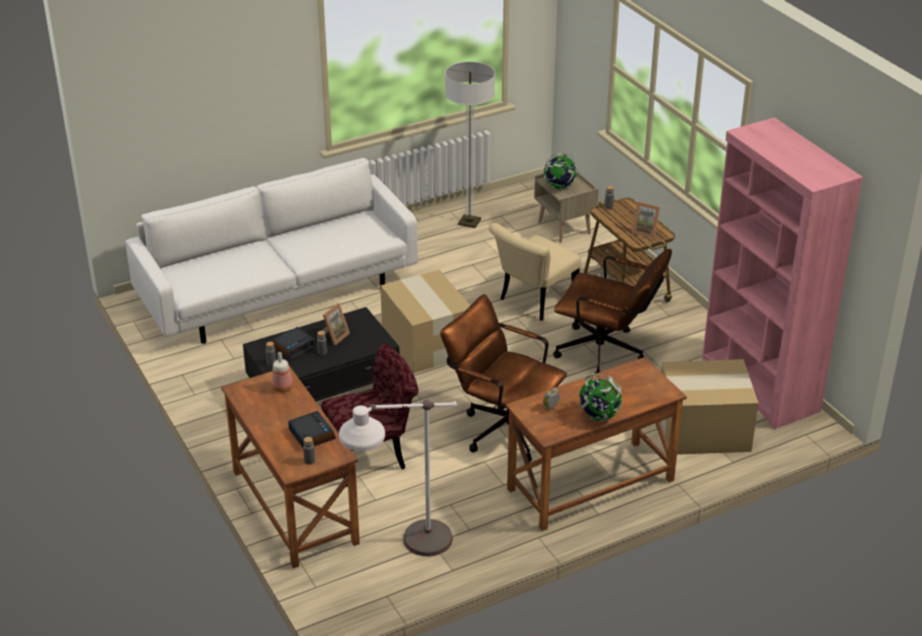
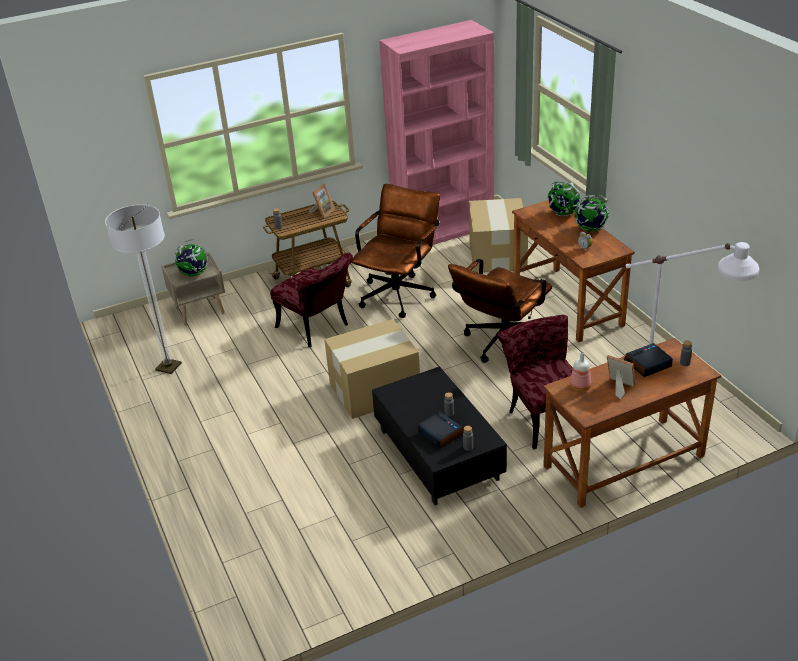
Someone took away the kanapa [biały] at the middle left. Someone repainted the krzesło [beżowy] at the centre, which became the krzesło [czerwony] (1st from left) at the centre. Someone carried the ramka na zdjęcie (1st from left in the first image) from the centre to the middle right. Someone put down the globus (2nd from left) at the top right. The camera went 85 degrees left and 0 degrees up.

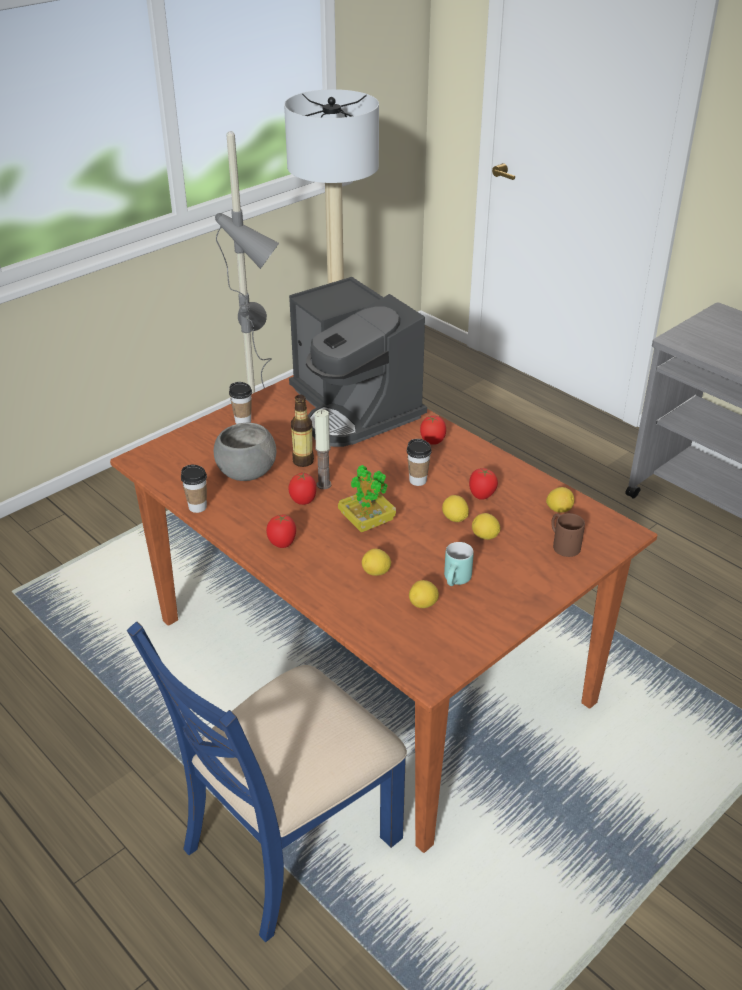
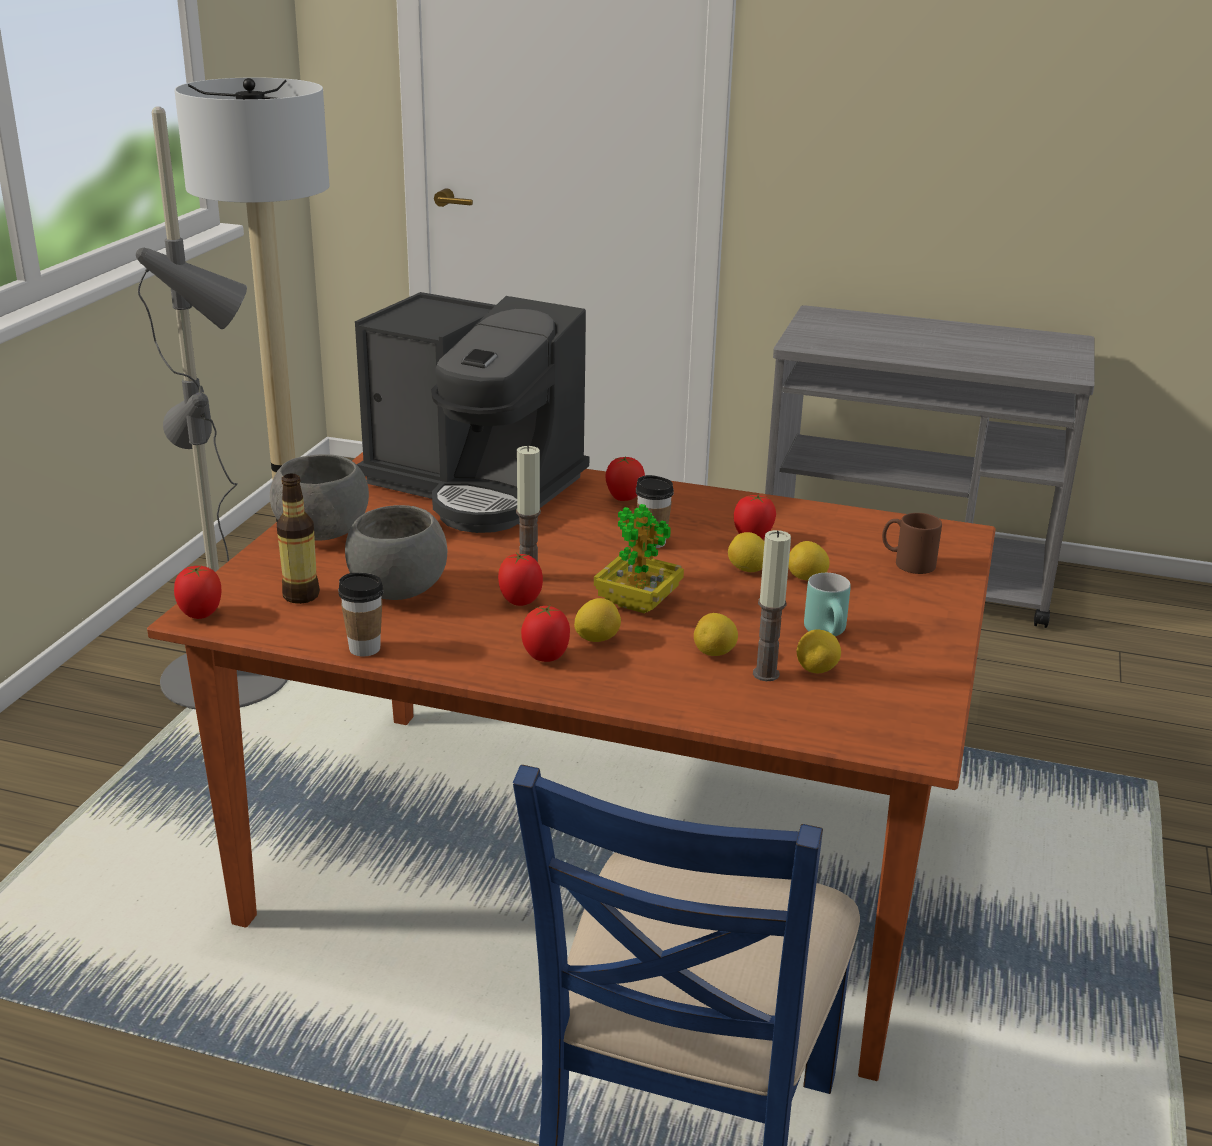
Someone swapped the filiżanka (2nd from left) at the middle left for the miska [szary] (1st from left) at the middle left. Someone carried the butelka from the centre to the middle left. Someone carried the cytryna (5th from left in the first image) from the middle right to the centre. Someone put down the świeca (2nd from left) at the centre. Someone put down the pomidor (1st from left) at the middle left. The camera went 30 degrees left and 10 degrees down.

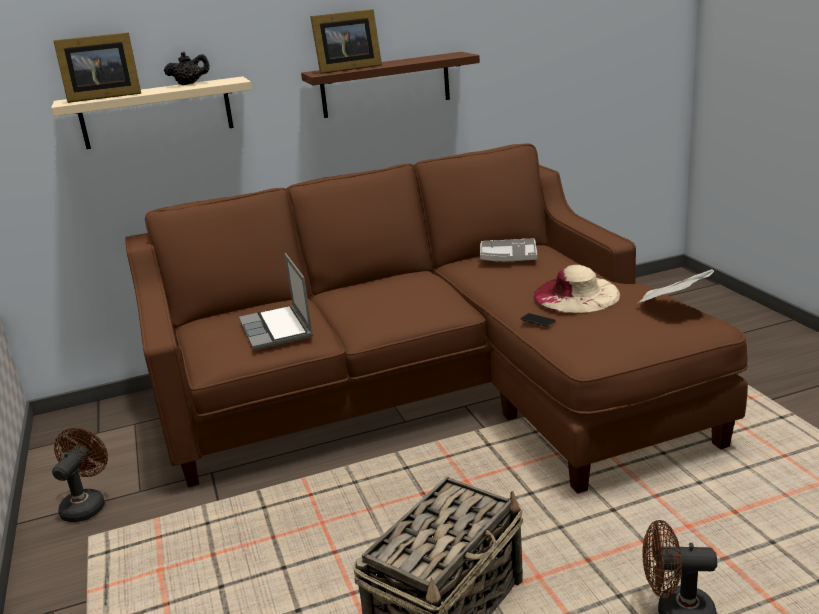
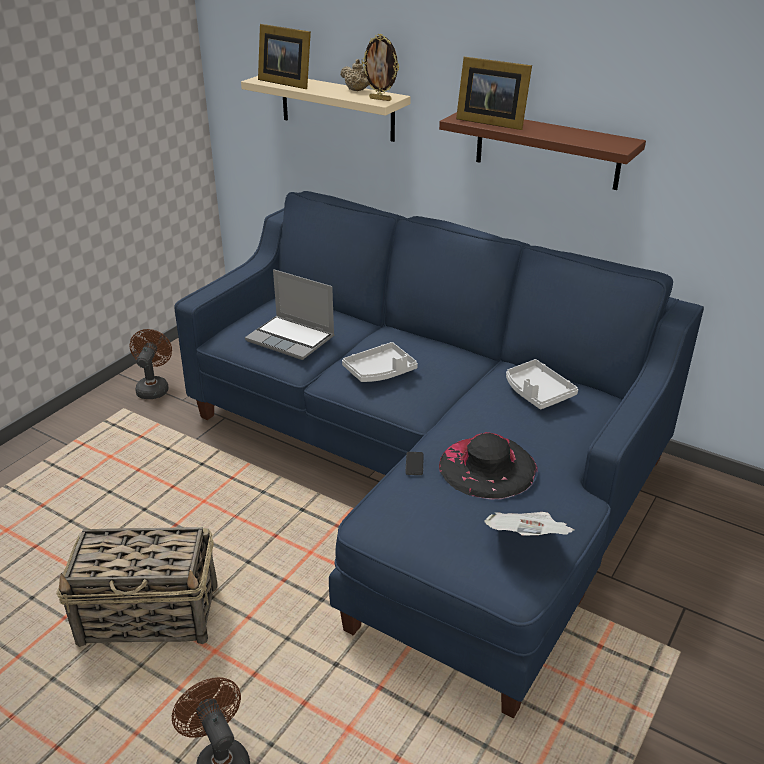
Someone repainted the imbryk [czarny] at the top left, which became the imbryk [beżowy] at the top centre. Someone repainted the kanapa [brązowy] at the centre, which became the kanapa [niebieski] at the centre. Someone rotated the laptop at the centre by 90 degrees counterclockwise. Someone repainted the kapelusz [beżowy] at the middle right, which became the kapelusz [czarny] at the centre. Someone rotated the wentylator [brązowy] (1st from left) at the bottom left by 60 degrees counterclockwise. Someone put down the ramka na zdjęcie (2nd from left) at the top centre. Someone put down the taca [szary] (1st from left) at the centre. The camera went 50 degrees right and 10 degrees up.

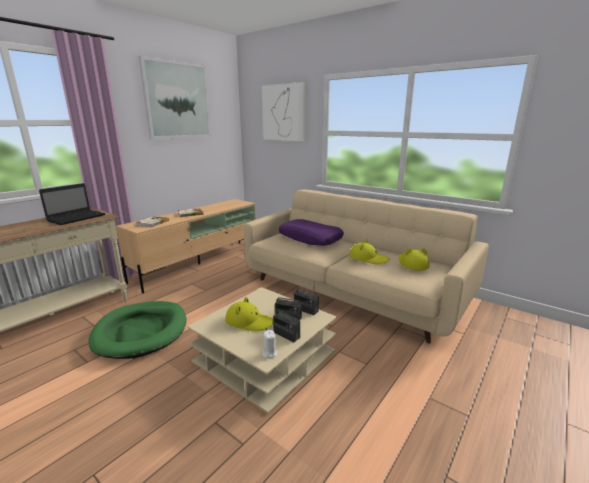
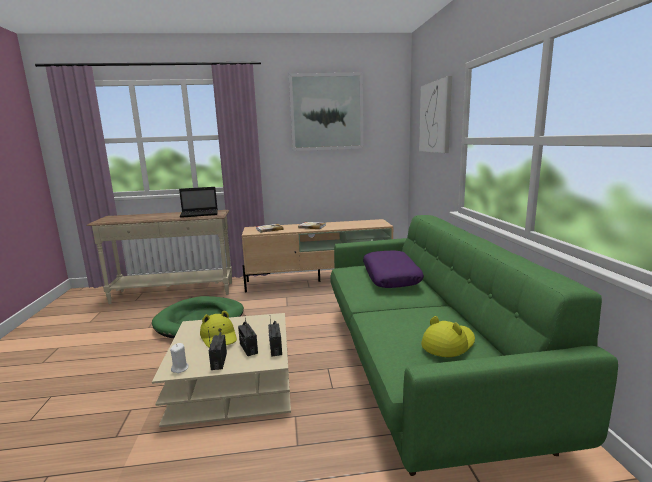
Someone repainted the kanapa [beżowy] at the centre, which became the kanapa [zielony] at the bottom right. Someone took away the kapelusz [żółty] (2nd from left) at the centre. The camera went 45 degrees right and 5 degrees down.

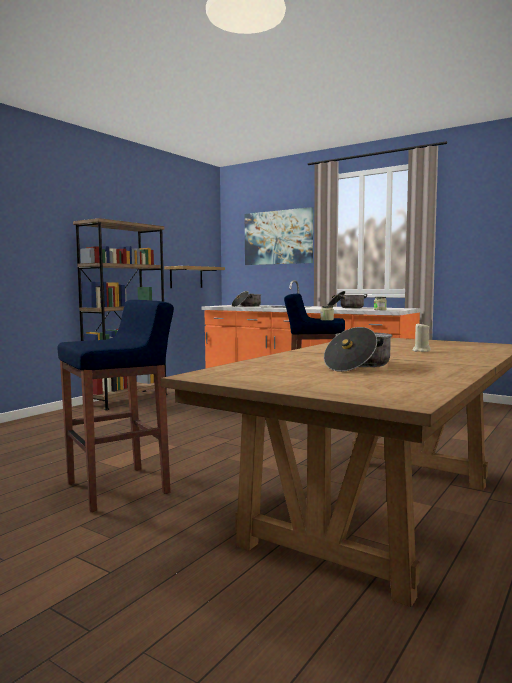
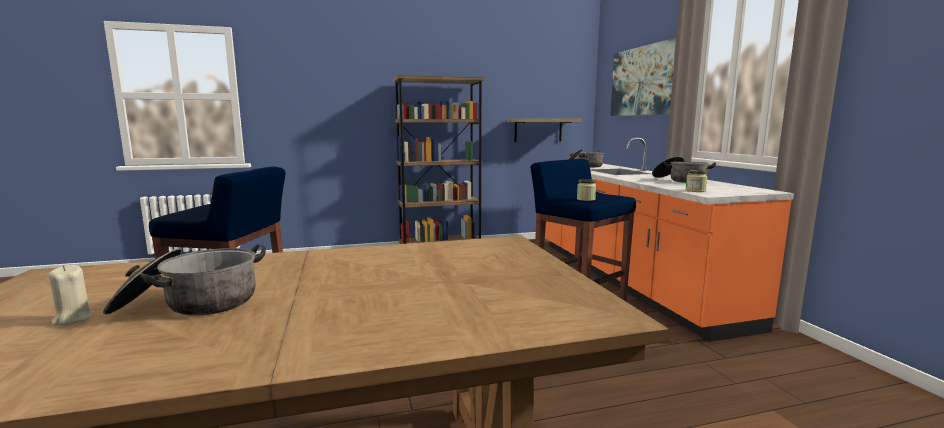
Someone carried the świeca [beżowy] from the middle right to the bottom left. The camera went 40 degrees right and 5 degrees up.

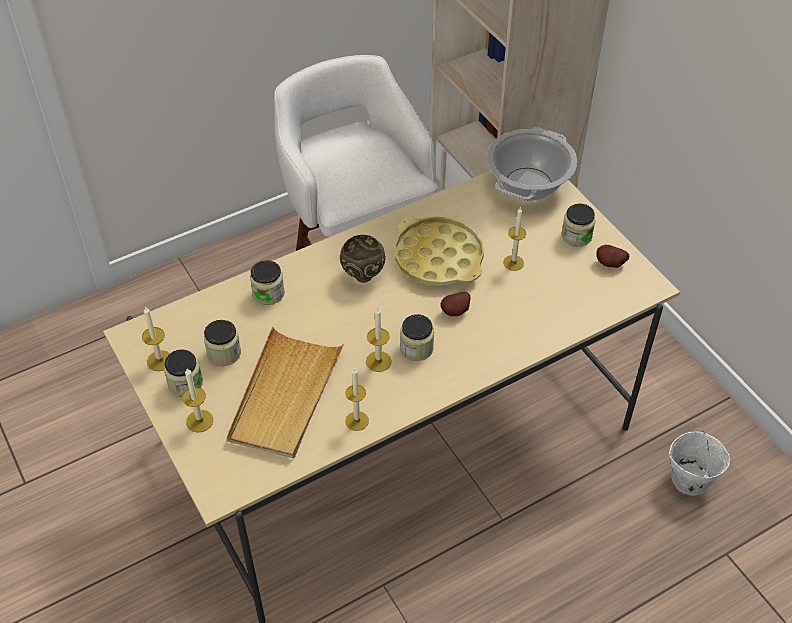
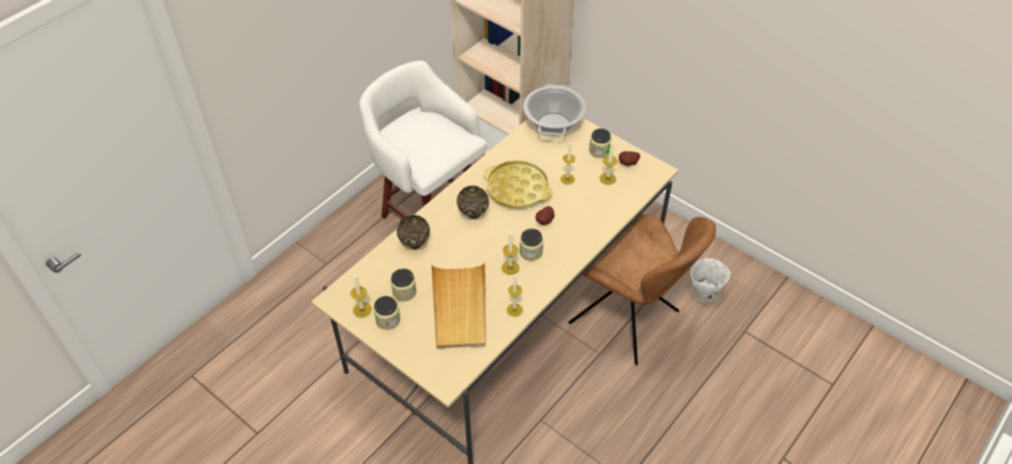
Someone swapped the słoik (3rd from left) at the centre for the miska [brązowy] (1st from left) at the centre. Someone carried the świeca (2nd from left in the first image) from the middle left to the centre. Someone put down the krzesło [brązowy] at the centre. The camera went 20 degrees left and 0 degrees up.

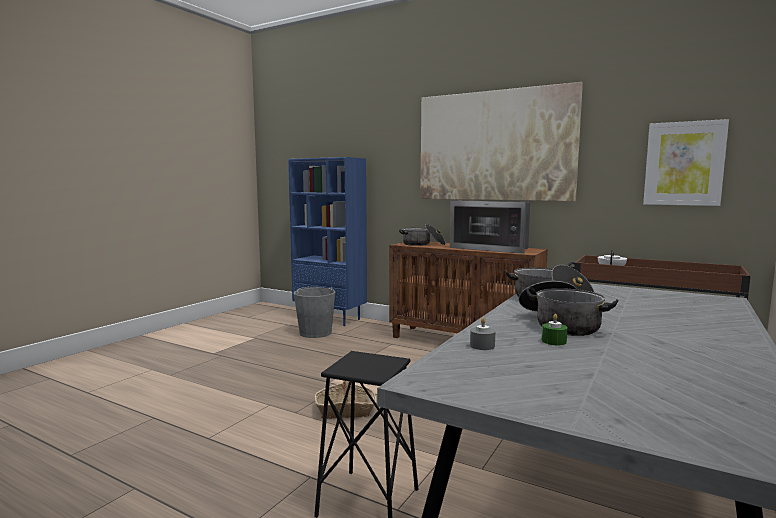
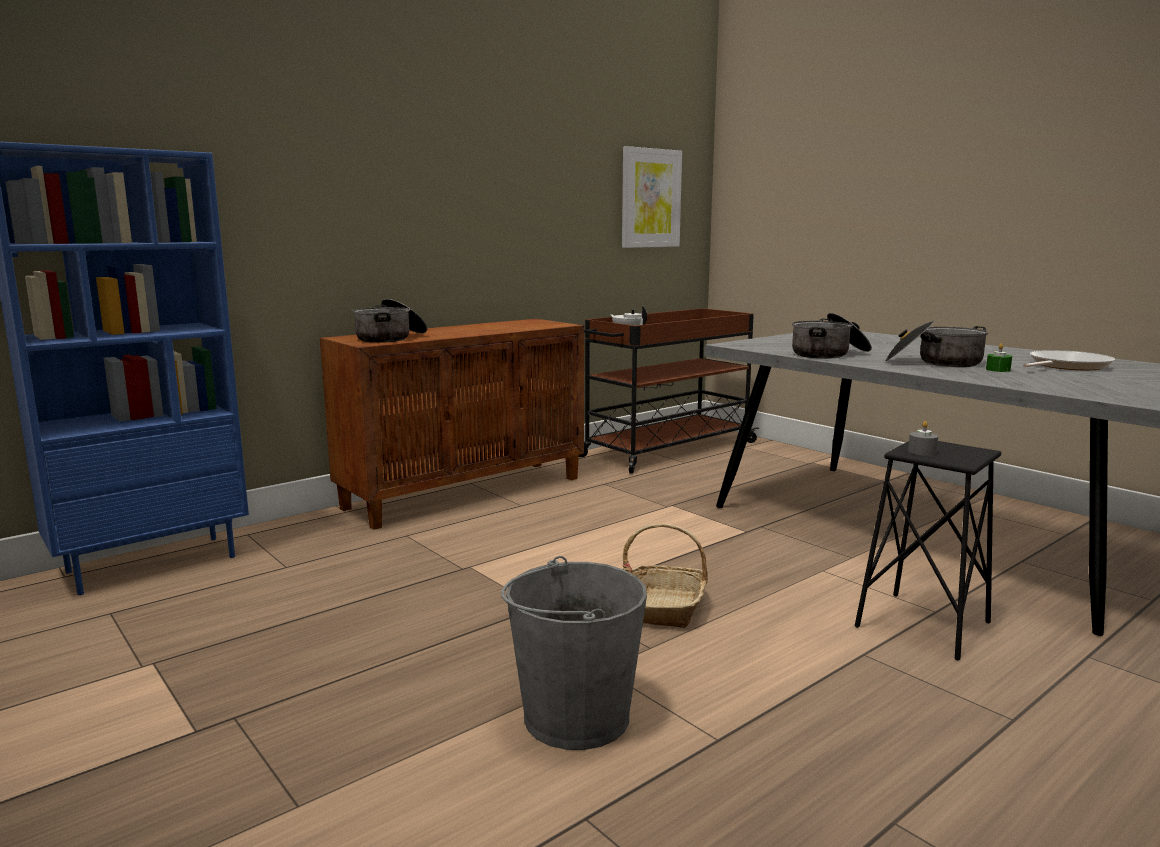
Someone took away the obraz (1st from left) at the top centre. Someone took away the mikrofalówka at the centre. Someone carried the wiadro [szary] from the centre to the bottom centre. Someone carried the świeca [szary] from the centre to the middle right. Someone put down the patelnia at the middle right. The camera went 70 degrees left and 5 degrees up.

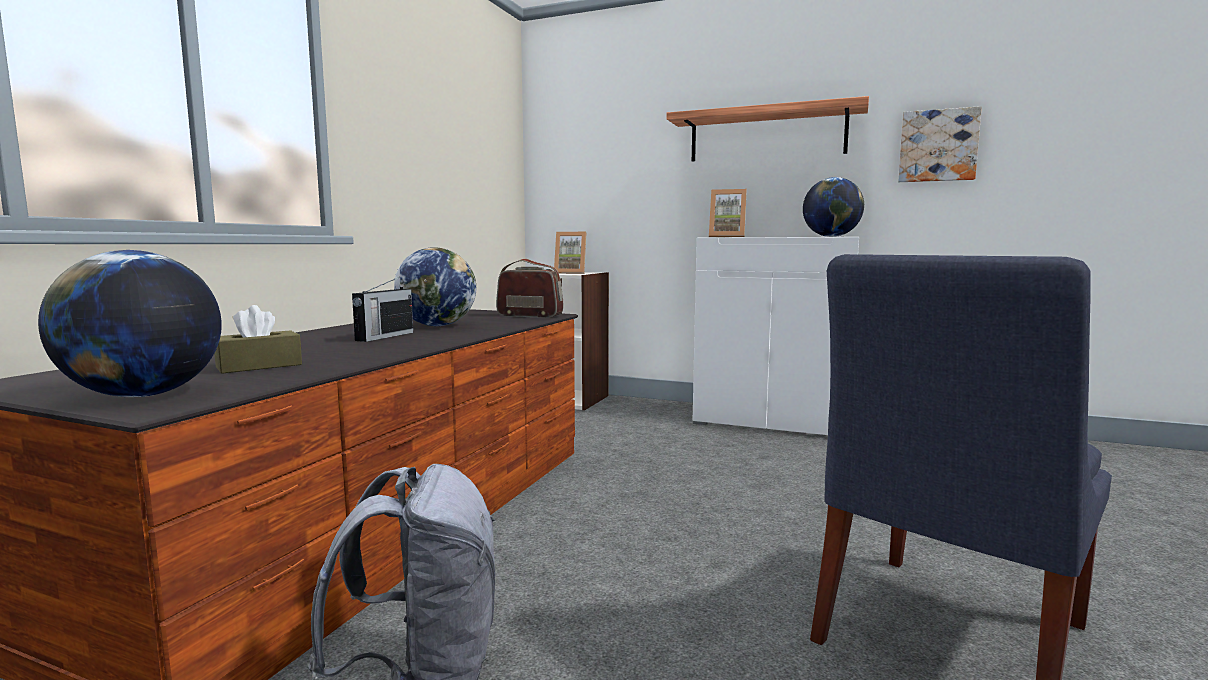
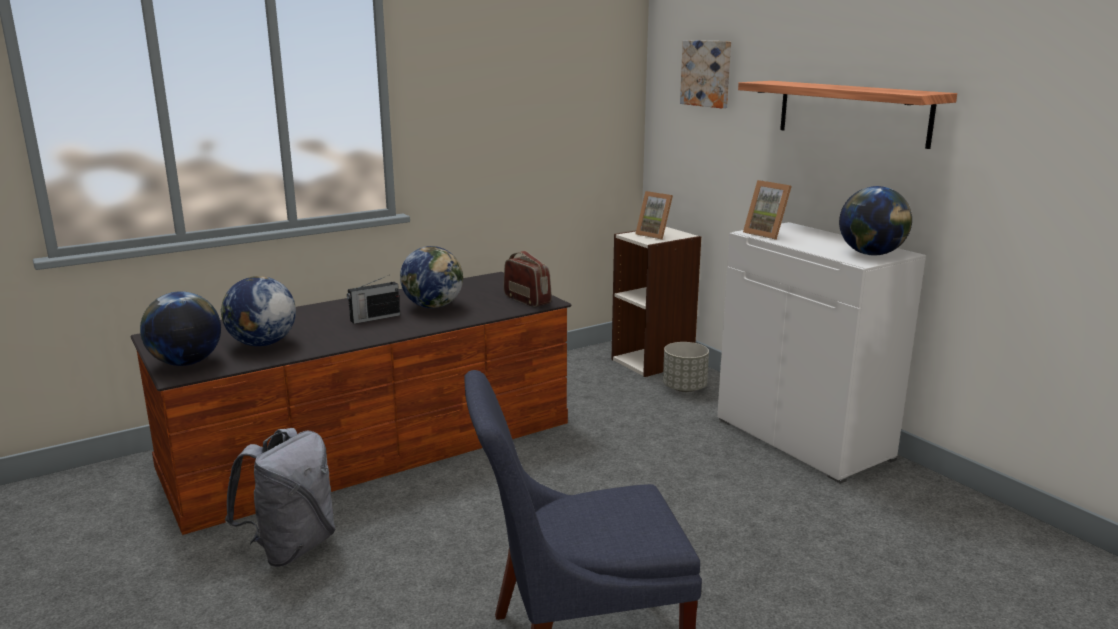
Someone carried the obraz from the top right to the top centre. Someone swapped the pudełko chusteczek [brązowy] at the middle left for the globus (2nd from left) at the middle left. Someone put down the donica [szary] at the centre. The camera went 35 degrees right and 10 degrees up.

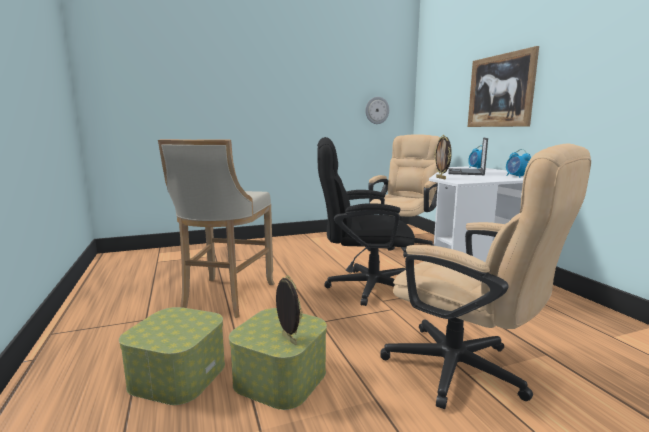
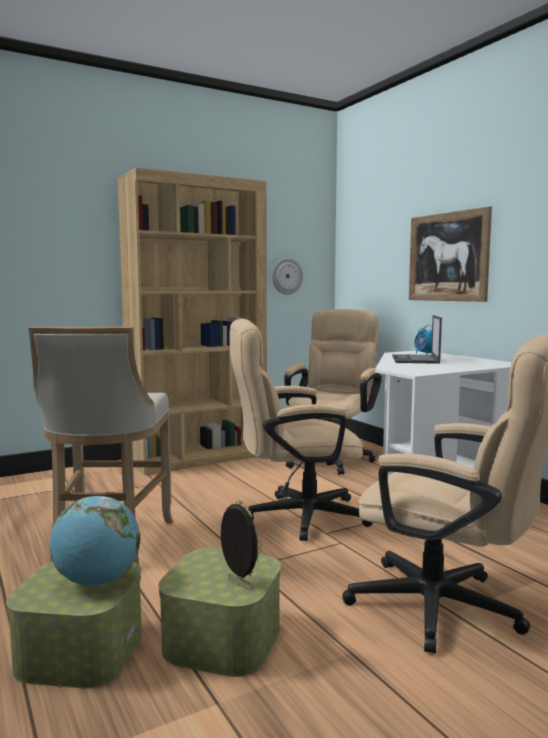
Someone took away the ramka na zdjęcie (2nd from left) at the middle right. Someone repainted the krzesło biurowe [czarny] at the centre, which became the krzesło biurowe [beżowy] (1st from left) at the centre. Someone took away the budzik (2nd from left) at the middle right. Someone put down the regał [brązowy] at the centre. Someone put down the globus at the bottom left. The camera went 10 degrees left and 5 degrees down.

